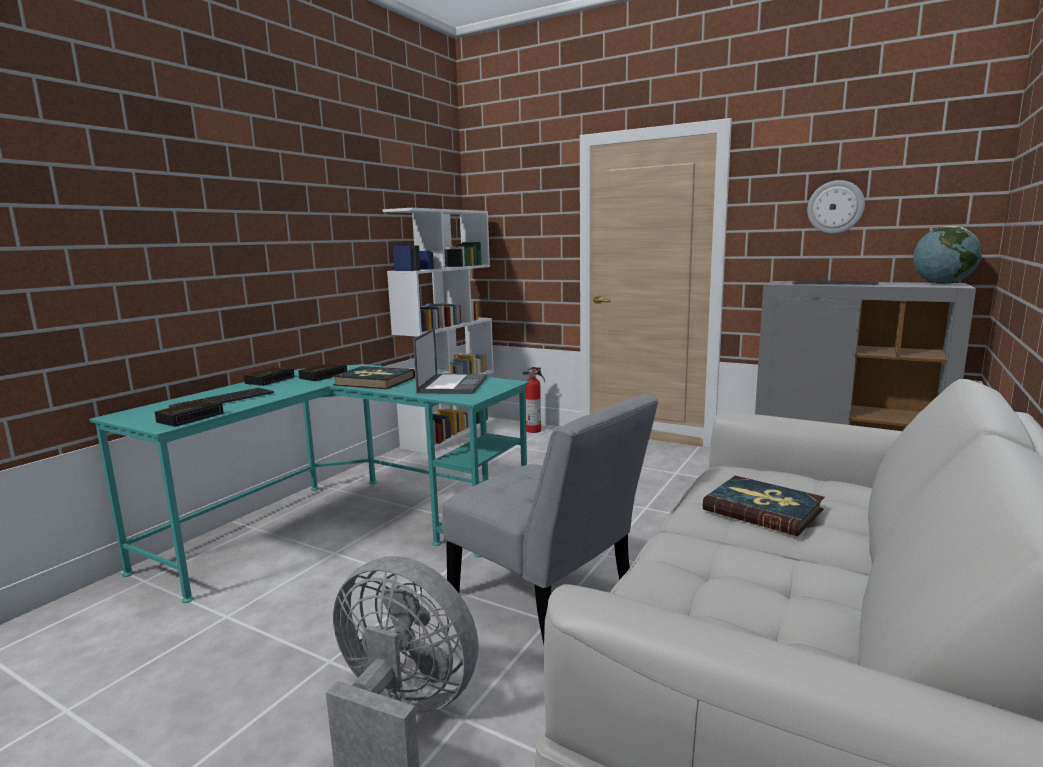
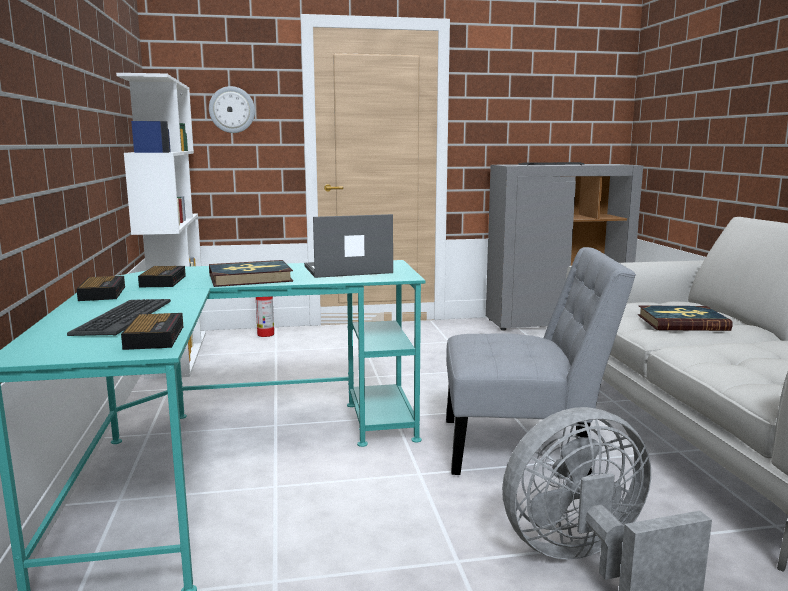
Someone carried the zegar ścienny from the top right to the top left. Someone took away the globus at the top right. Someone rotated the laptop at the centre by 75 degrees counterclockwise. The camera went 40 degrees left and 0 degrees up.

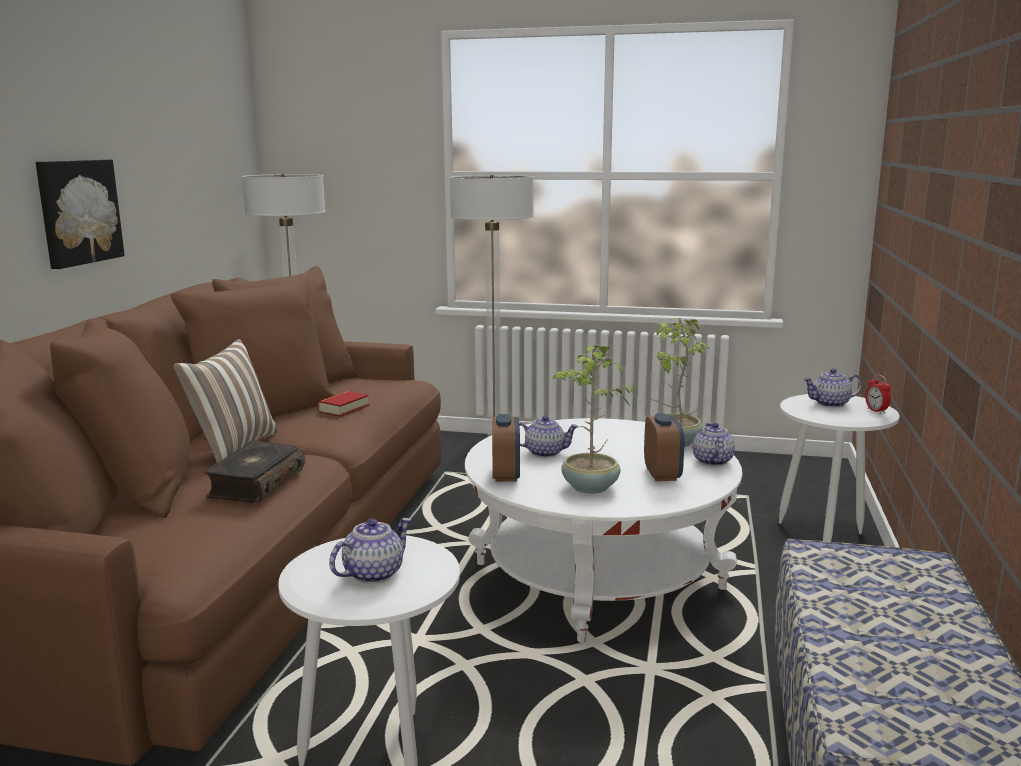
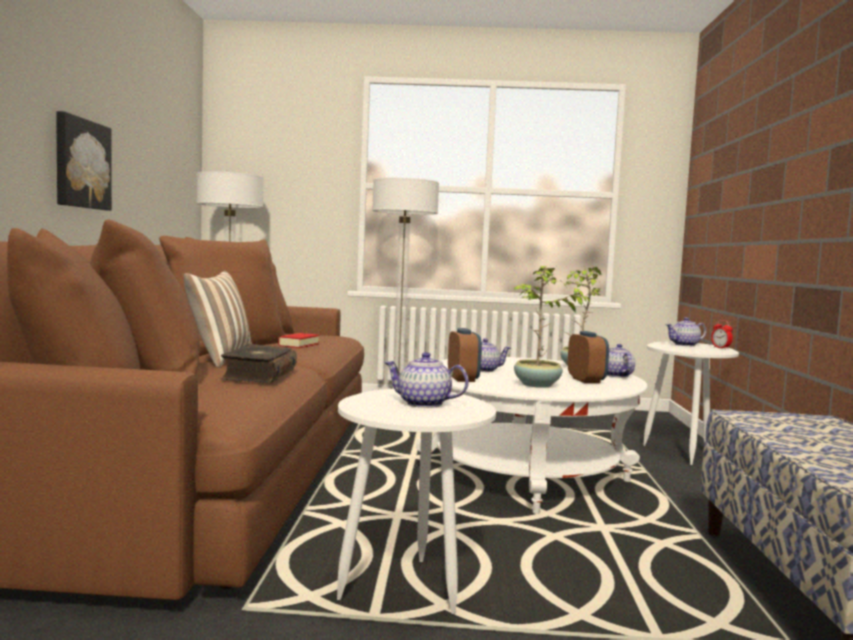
Someone rotated the imbryk (1st from left) at the bottom centre by 105 degrees counterclockwise. The camera went 10 degrees left and 10 degrees down.

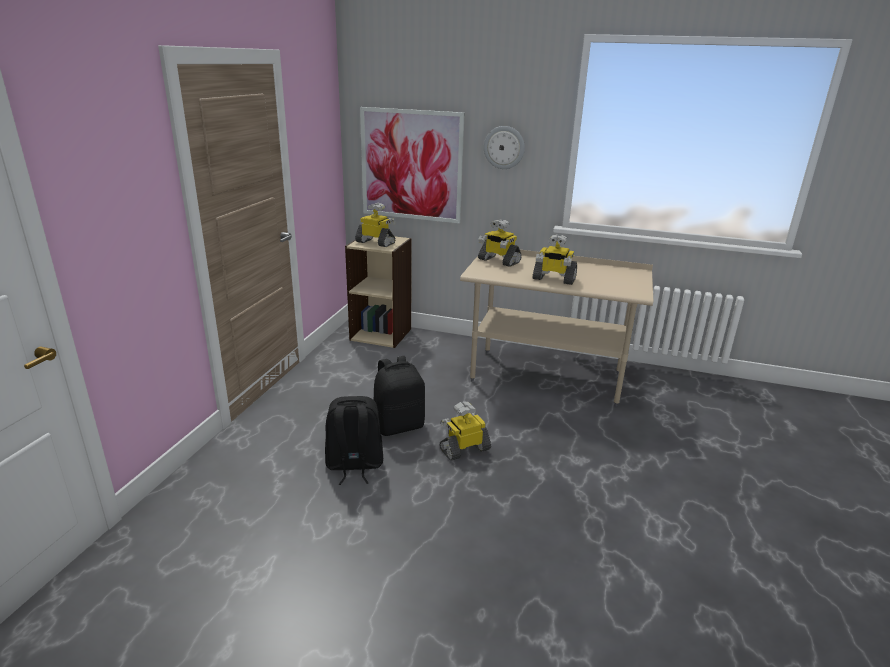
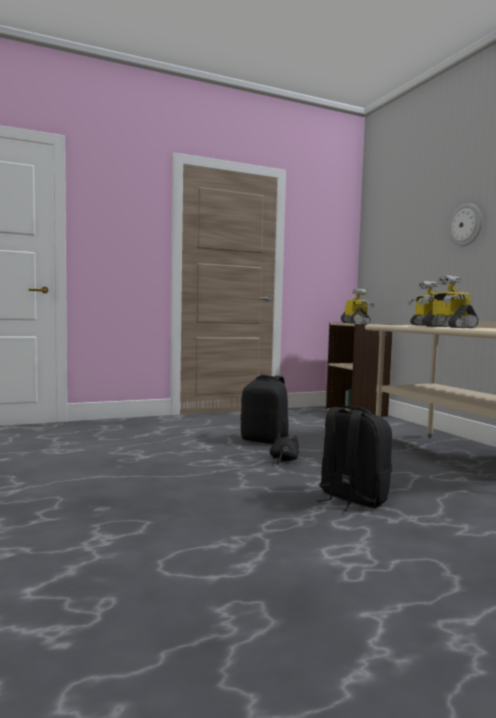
Someone took away the obraz at the top centre. Someone carried the plecak [czarny] (1st from left in the first image) from the centre to the middle right. Someone swapped the robot zabawkowy (2nd from left) at the centre for the pluszak [czarny] at the centre. The camera went 50 degrees right and 20 degrees down.

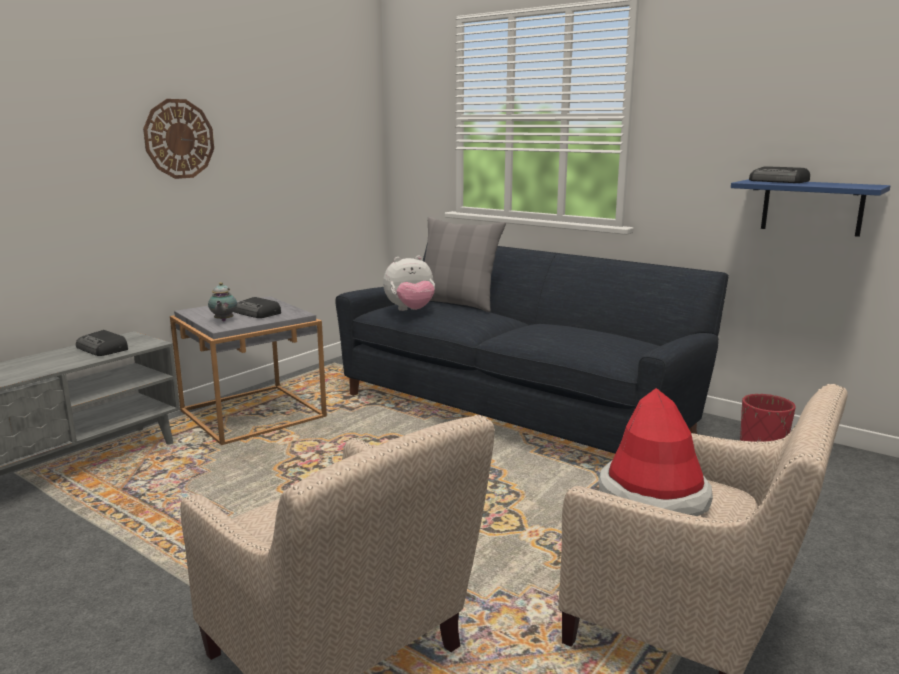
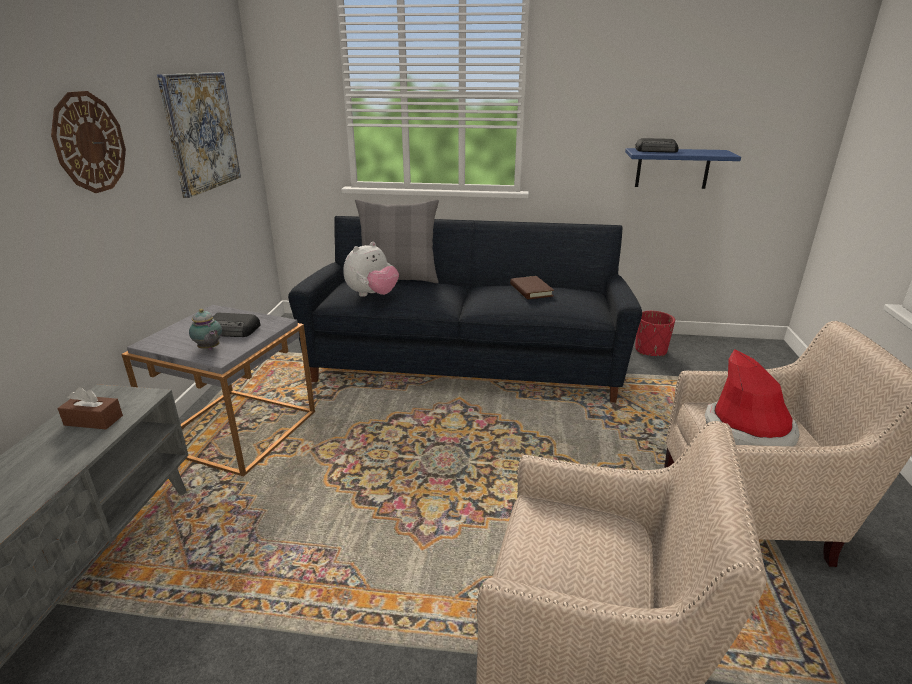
Someone swapped the radio (1st from left) at the middle left for the pudełko chusteczek [brązowy] at the middle left. Someone put up the obraz at the top left. Someone put down the książka [brązowy] at the centre. The camera went 30 degrees left and 10 degrees up.

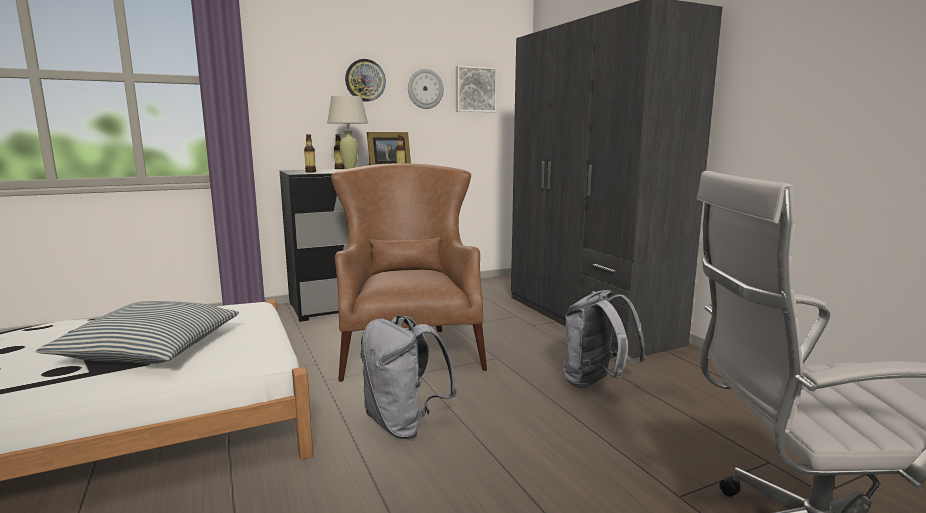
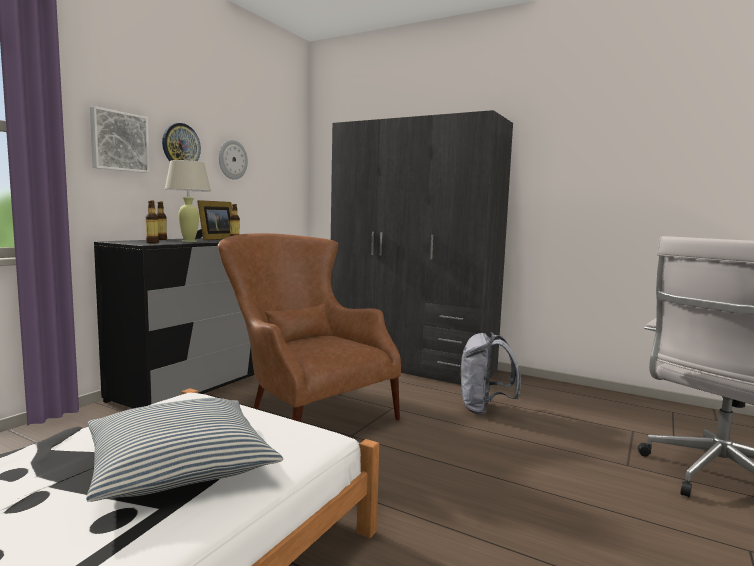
Someone carried the obraz from the top centre to the top left. Someone took away the plecak [szary] (1st from left) at the bottom centre. The camera went 35 degrees left and 5 degrees down.

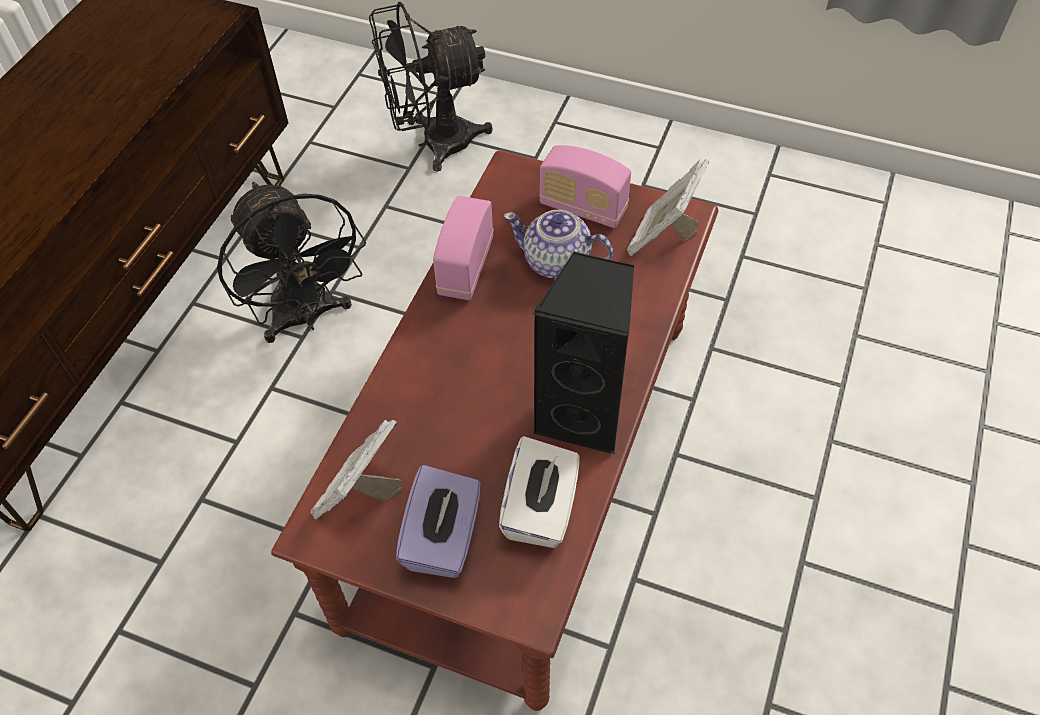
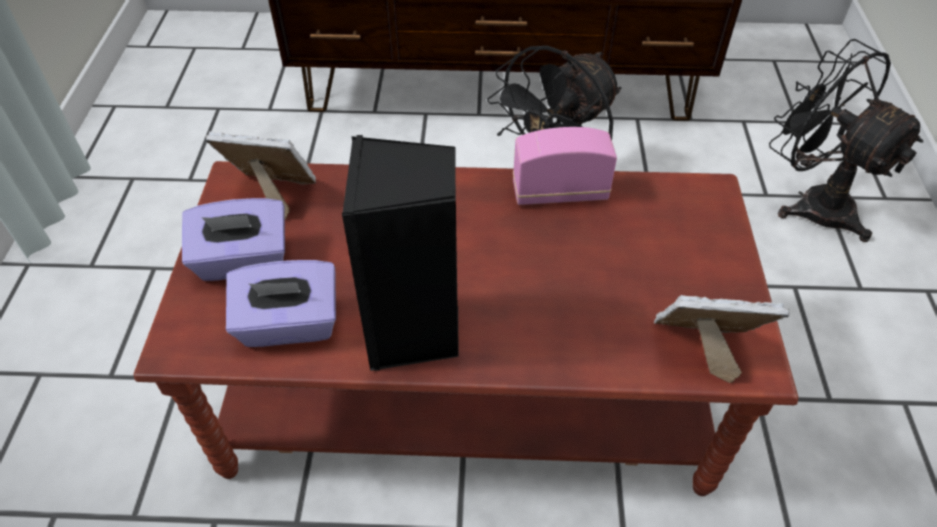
Someone took away the radio (2nd from left) at the top centre. Someone took away the imbryk at the centre. Someone repainted the pudełko chusteczek [biały] at the bottom centre, which became the pudełko chusteczek [fioletowy] (2nd from left) at the middle left. The camera went 70 degrees right and 5 degrees down.

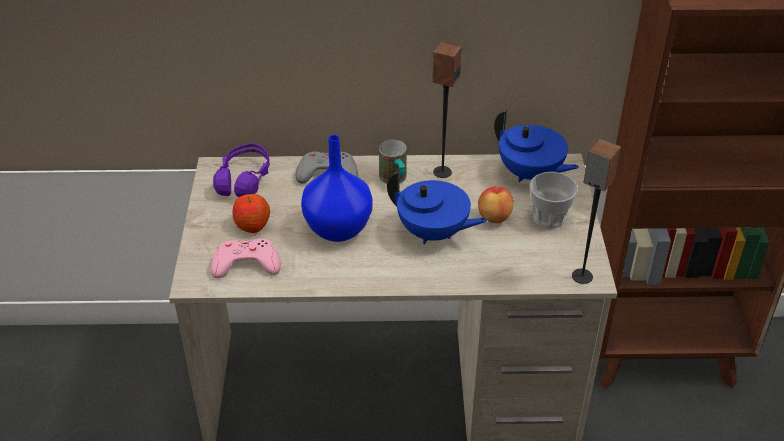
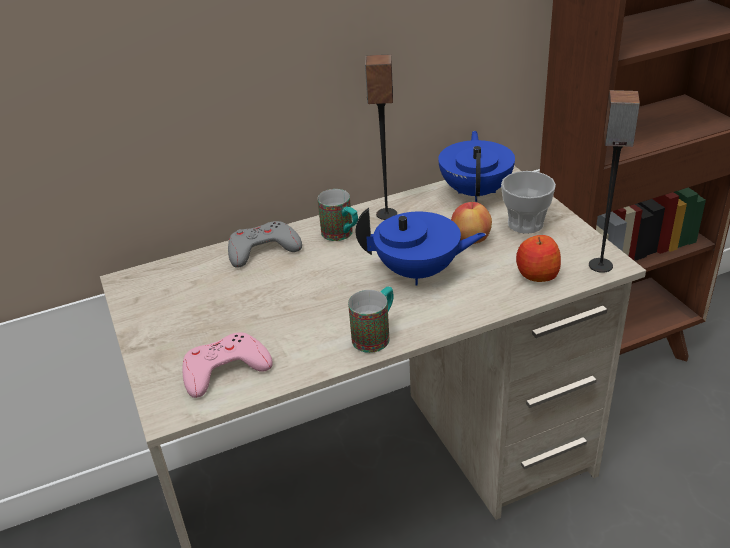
Someone rotated the imbryk [niebieski] (2nd from left) at the top right by 105 degrees counterclockwise. Someone took away the wazon [niebieski] at the centre. Someone took away the słuchawki [fioletowy] at the middle left. Someone carried the jabłko (1st from left in the first image) from the middle left to the middle right. Someone put down the kubek (2nd from left) at the centre. The camera went 20 degrees left and 5 degrees down.

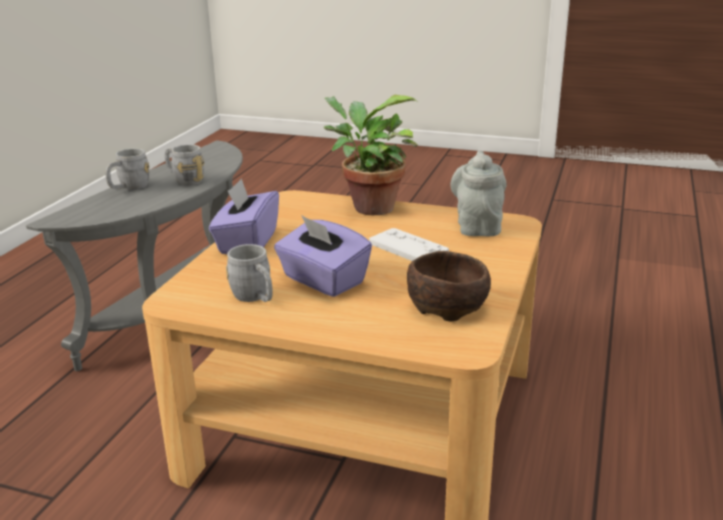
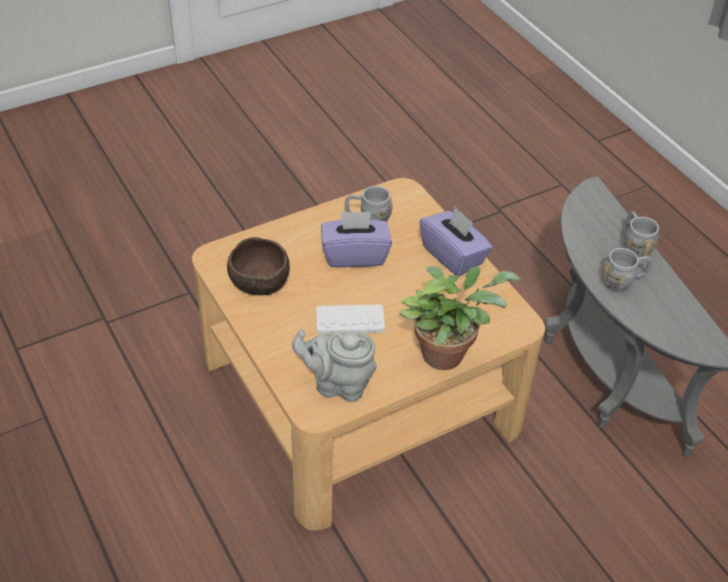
Someone rotated the imbryk [szary] at the centre by 150 degrees clockwise. The camera went 130 degrees right and 20 degrees up.

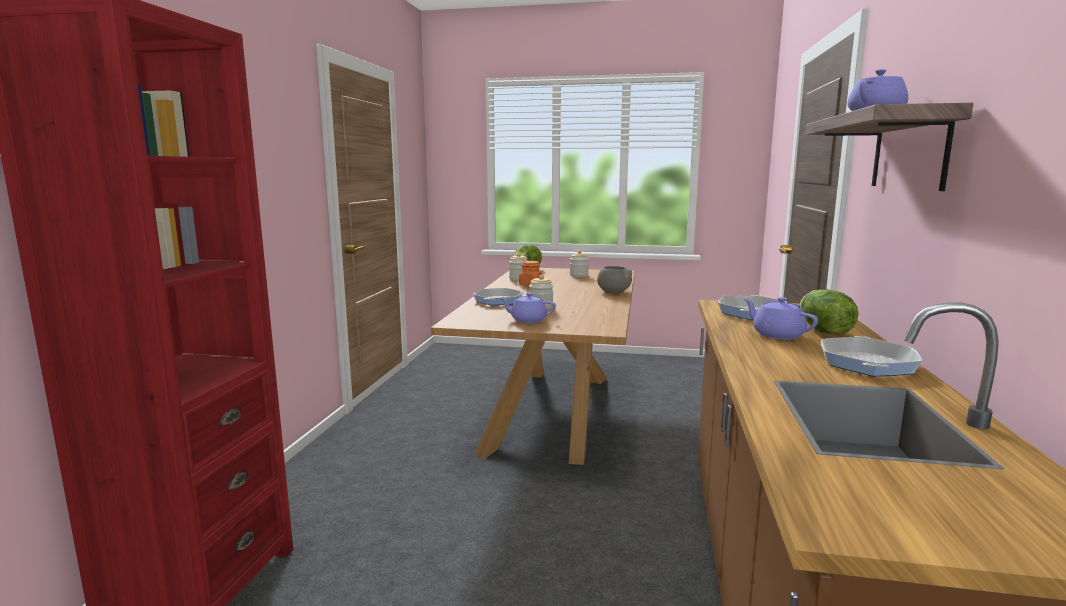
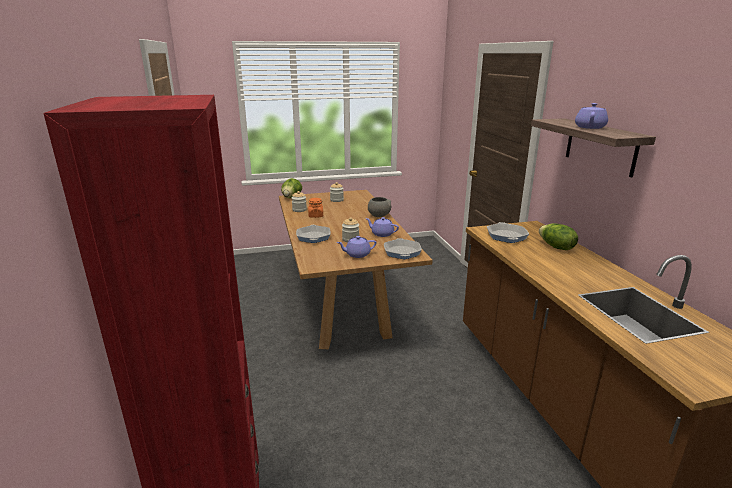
Someone carried the imbryk [fioletowy] (2nd from left) from the middle right to the centre. Someone carried the patelnia (3rd from left in the first image) from the middle right to the centre. The camera went 25 degrees left and 10 degrees up.

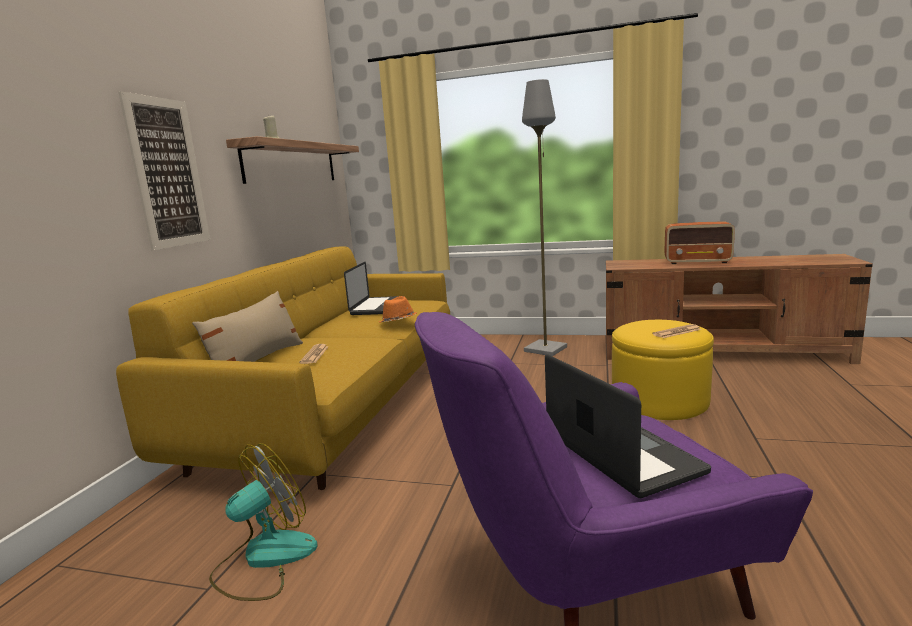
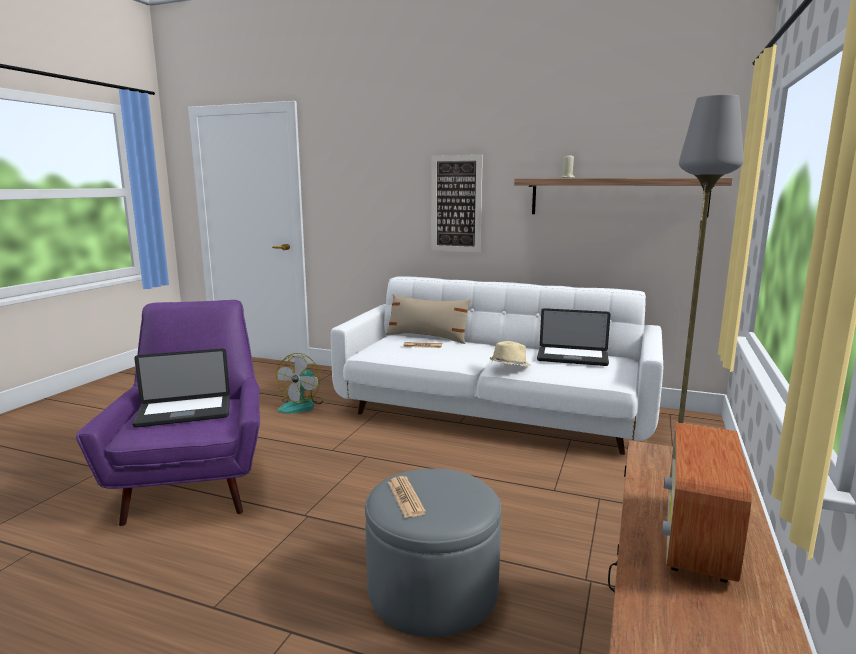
Someone repainted the kanapa [żółty] at the middle left, which became the kanapa [biały] at the centre. Someone repainted the kapelusz [pomarańczowy] at the centre, which became the kapelusz [beżowy] at the centre. Someone repainted the pufa [żółty] at the middle right, which became the pufa [szary] at the bottom centre. Someone rotated the wentylator at the bottom left by 60 degrees clockwise. The camera went 95 degrees right and 0 degrees up.

